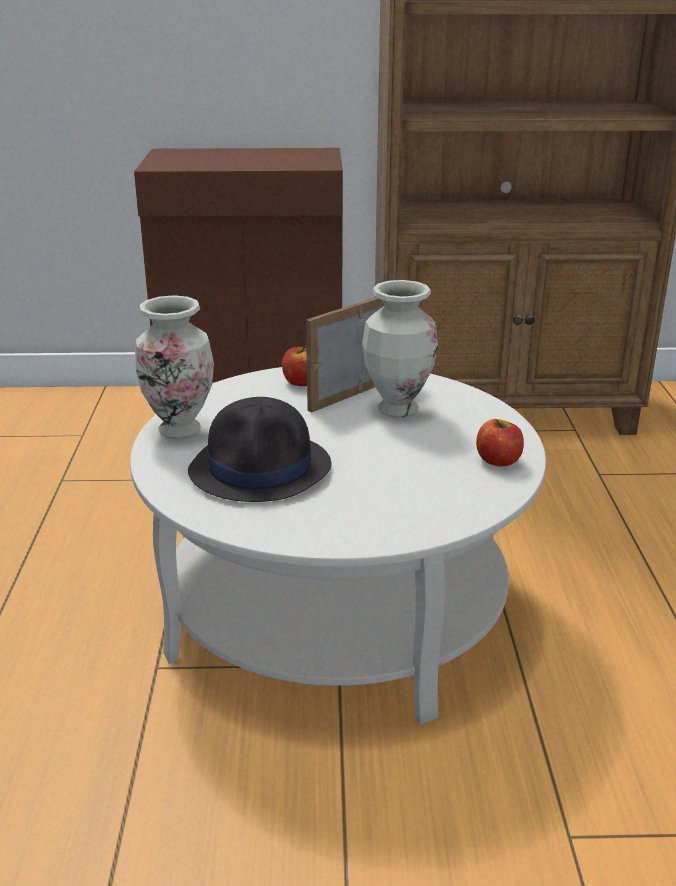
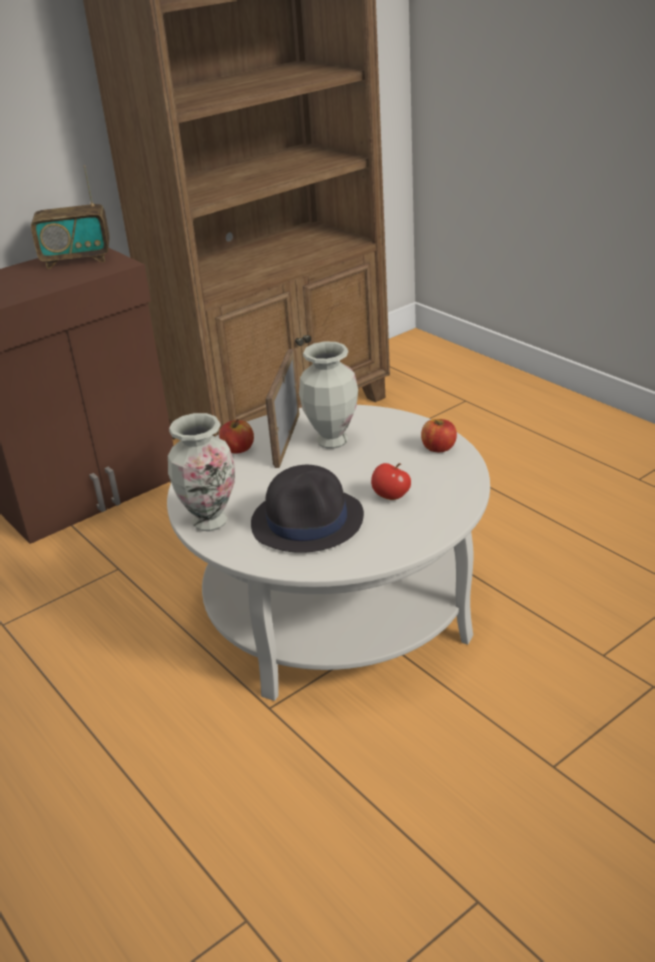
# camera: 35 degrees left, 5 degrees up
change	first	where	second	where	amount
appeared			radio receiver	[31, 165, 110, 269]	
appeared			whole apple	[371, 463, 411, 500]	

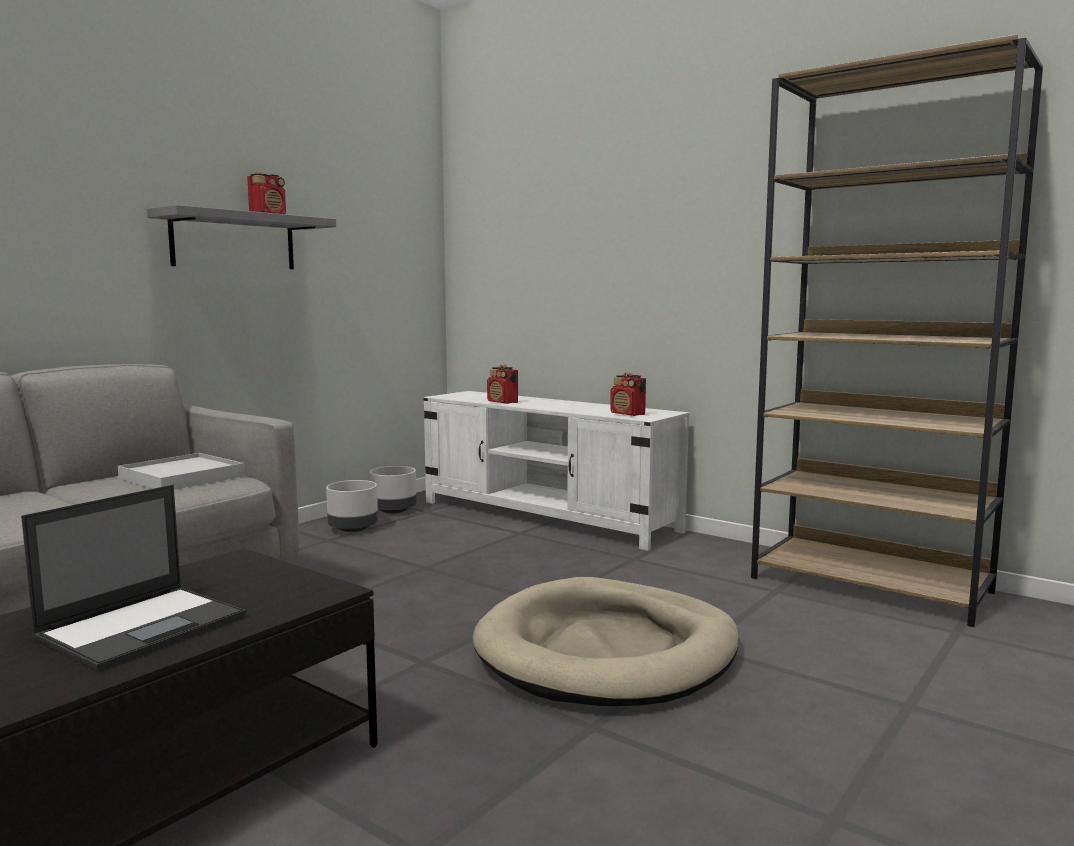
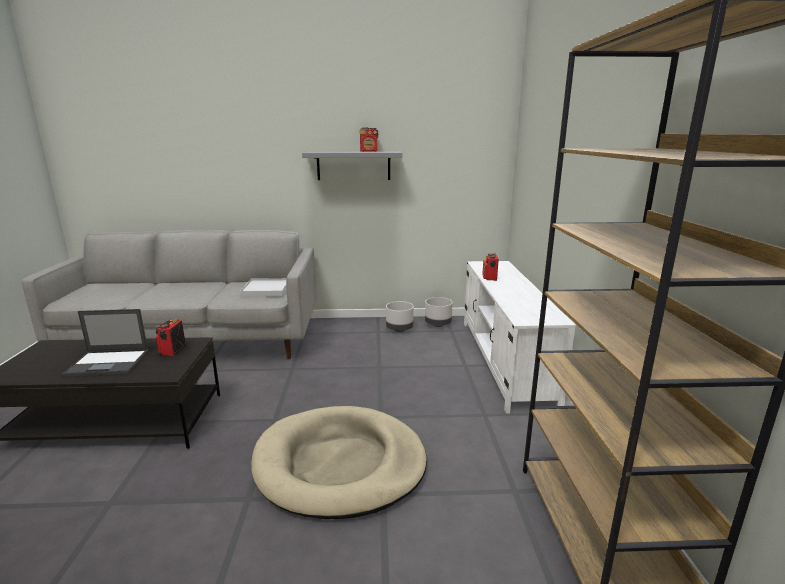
# camera: 50 degrees right, 10 degrees up
change	first	where	second	where	amount
relocated	radio receiver	[610, 372, 646, 416]		[156, 319, 186, 356]	

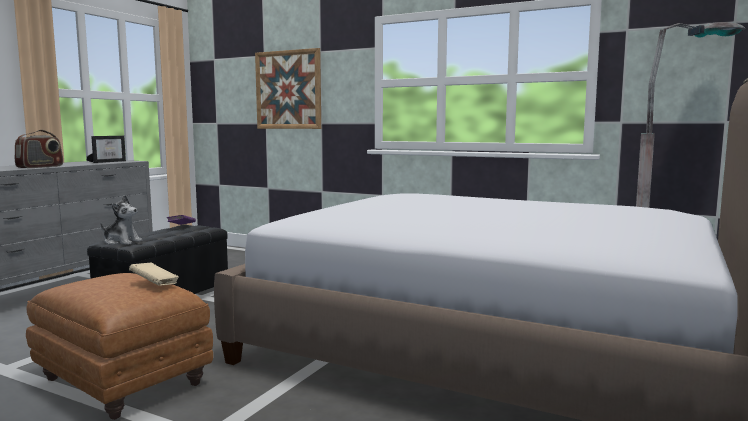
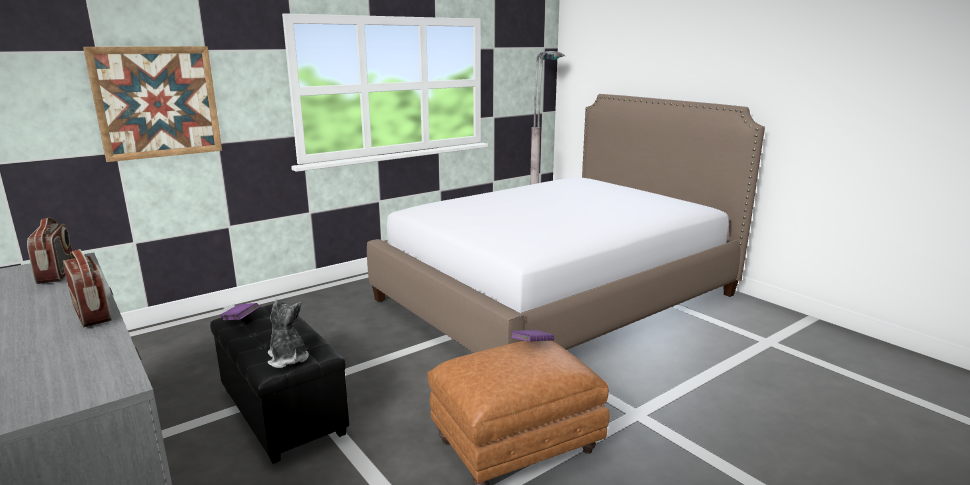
# camera: 65 degrees left, 10 degrees up
change	first	where	second	where	amount
exchanged	photo frame	[87, 136, 126, 163]	radio receiver	[27, 217, 73, 284]	
spun	cuddly toy	[100, 195, 142, 245]		[268, 299, 309, 368]	75 degrees counterclockwise
colour	sand-coloured book	[129, 263, 179, 286]	purplish book	[511, 330, 554, 341]	

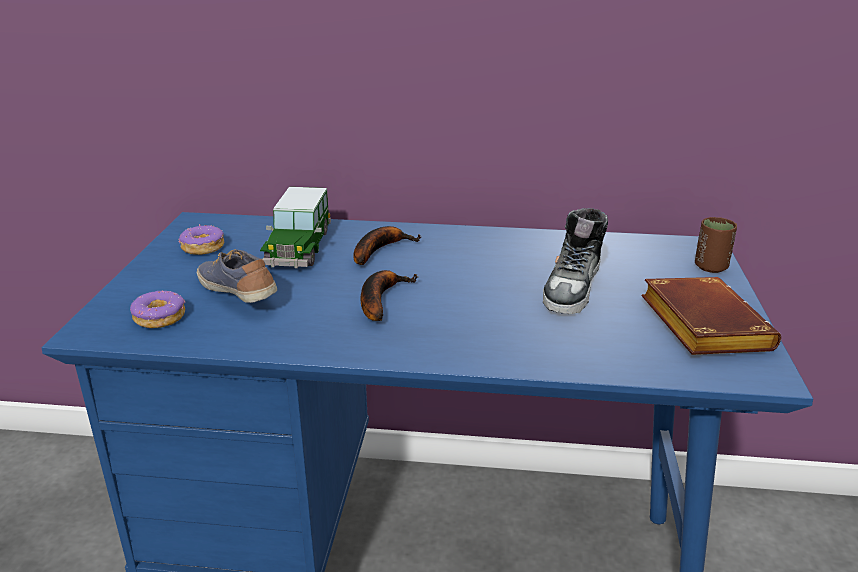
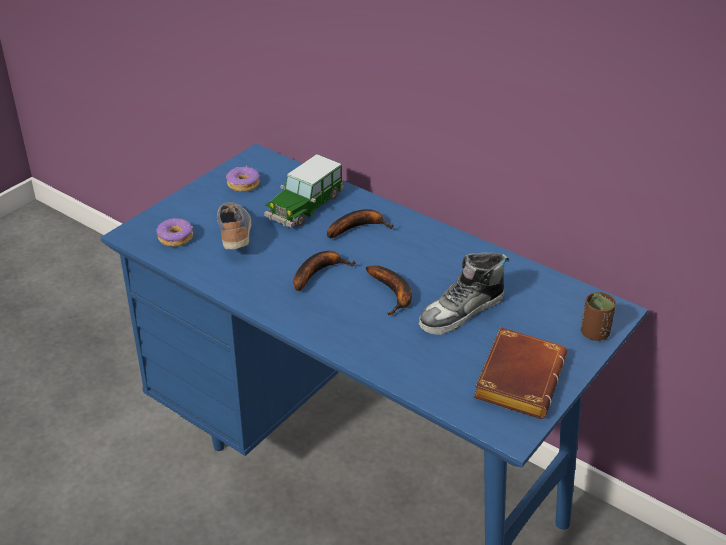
# camera: 30 degrees right, 10 degrees up
change	first	where	second	where	amount
appeared			banana	[366, 265, 412, 315]	

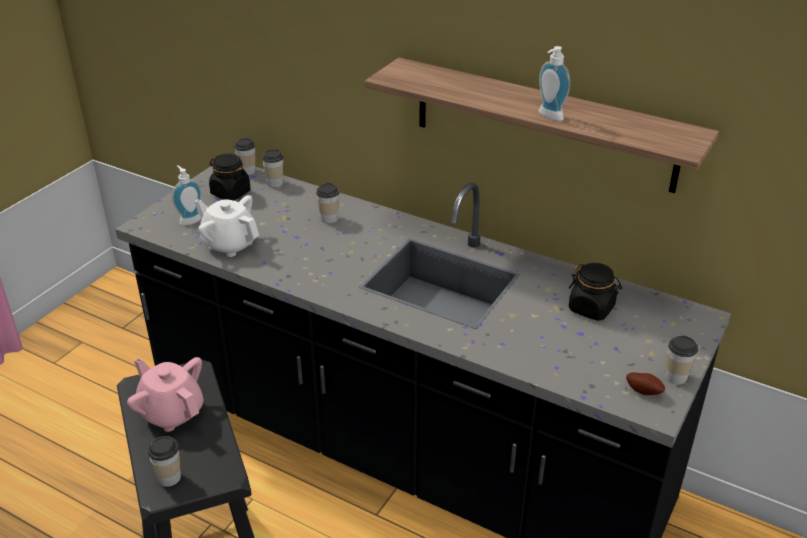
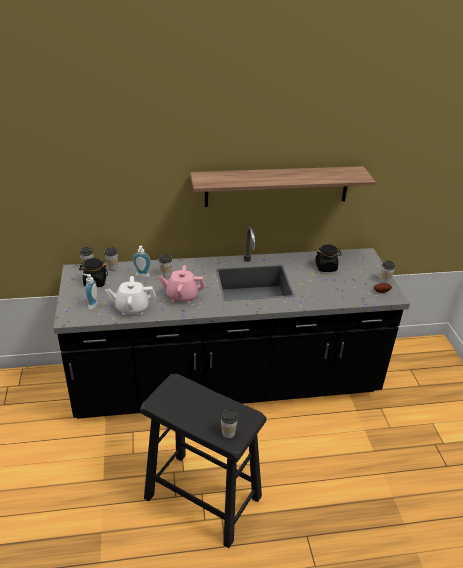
# camera: 40 degrees left, 0 degrees up
change	first	where	second	where	amount
relocated	liquid soap bottle	[539, 46, 570, 121]		[133, 246, 151, 278]	
relocated	pink pot for tea	[127, 357, 204, 432]		[158, 265, 206, 303]	

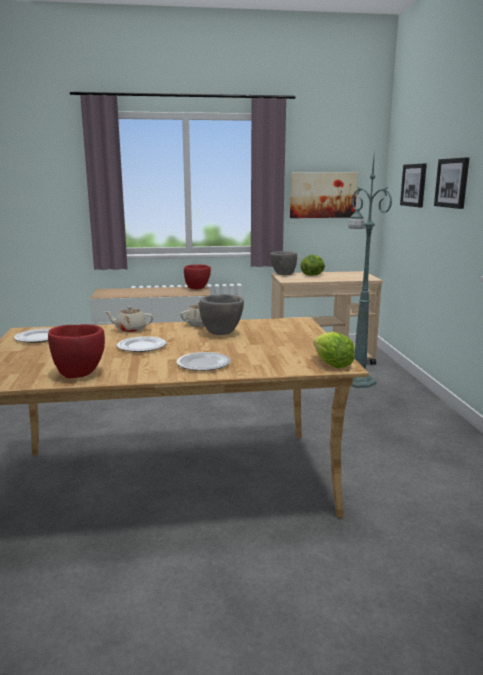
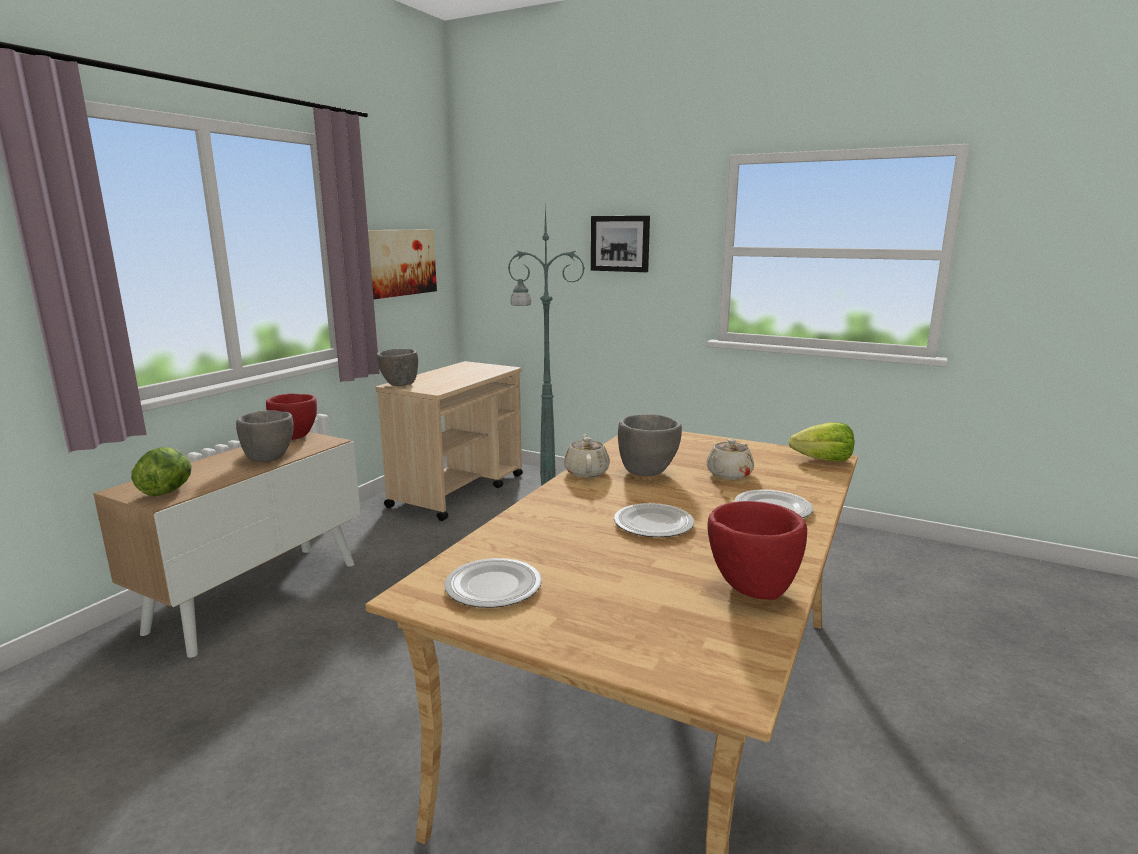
# camera: 55 degrees left, 0 degrees up
change	first	where	second	where	amount
relocated	lettuce	[300, 255, 325, 276]		[131, 447, 192, 496]	
appeared			greyish serving bowl	[236, 410, 294, 462]	
relocated	sand-coloured pot for tea	[104, 306, 154, 333]		[706, 439, 754, 480]	
missing	wall picture	[400, 164, 427, 207]			

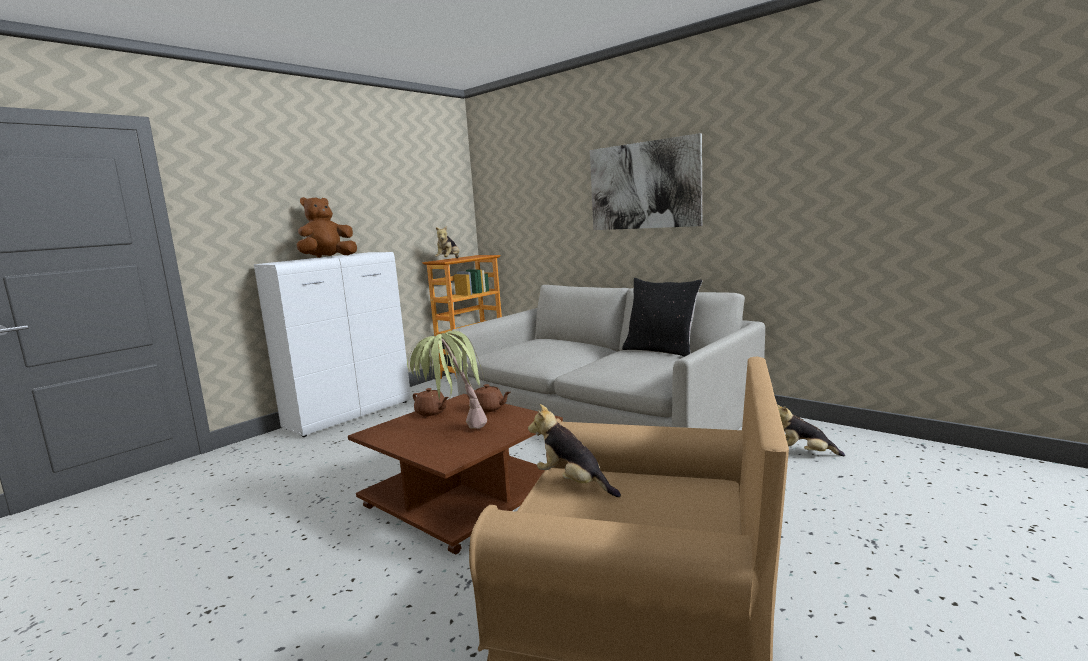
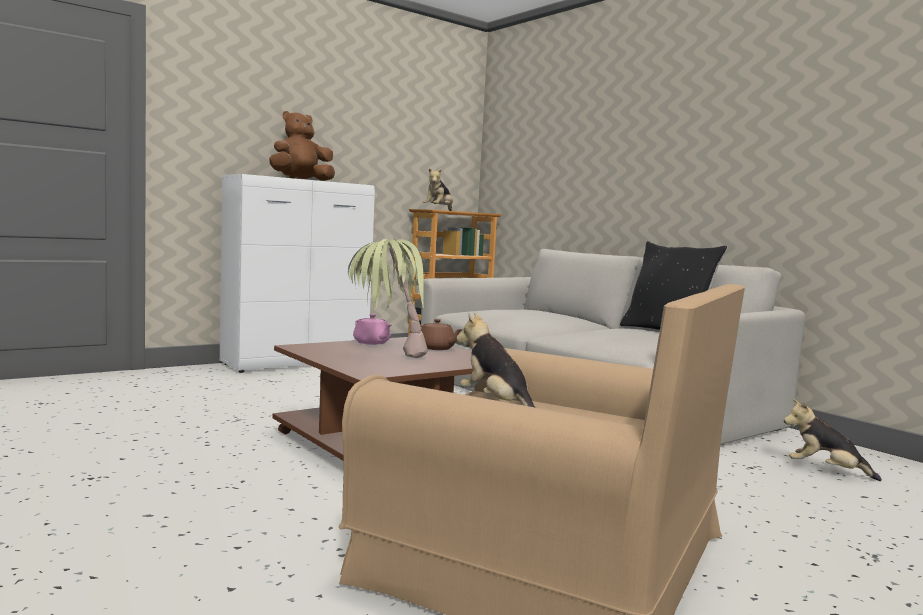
# camera: 10 degrees right, 5 degrees down
change	first	where	second	where	amount
colour	brown-coloured pot for tea	[413, 388, 449, 416]	pink pot for tea	[353, 314, 392, 345]	
missing	wall picture	[590, 133, 703, 230]			

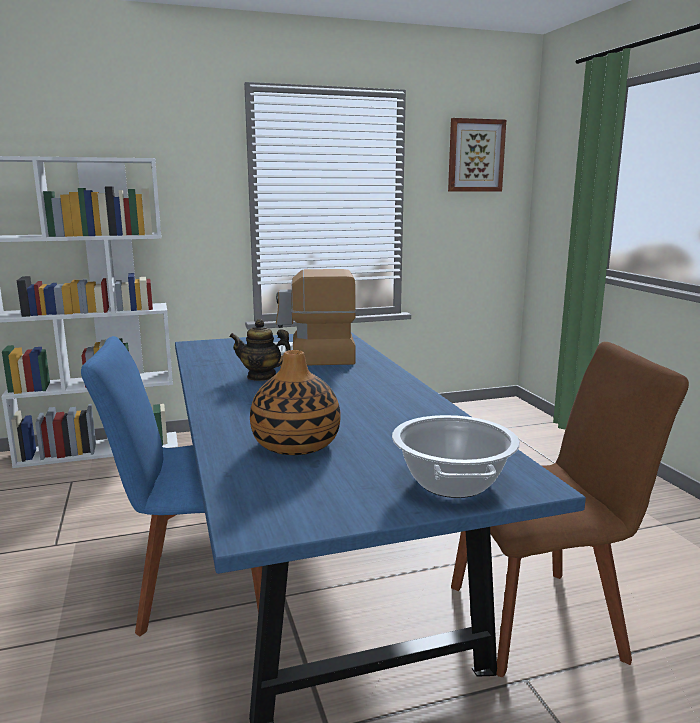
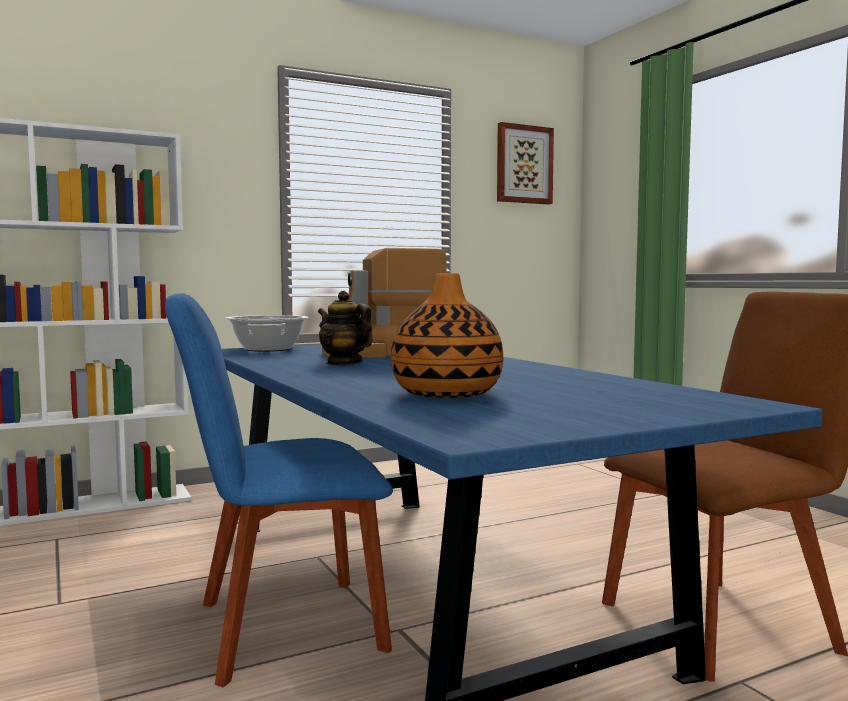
# camera: 10 degrees left, 10 degrees down
change	first	where	second	where	amount
relocated	cooking pot	[392, 415, 520, 498]		[226, 315, 309, 352]	
spun	pot for tea	[229, 319, 291, 381]		[318, 291, 373, 365]	45 degrees clockwise

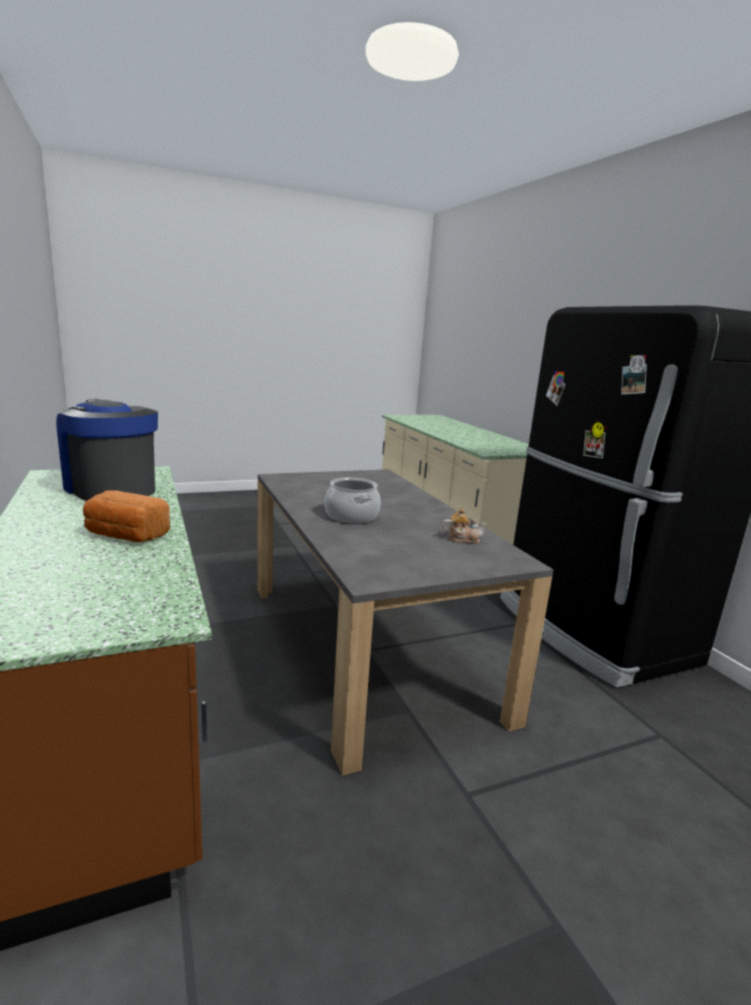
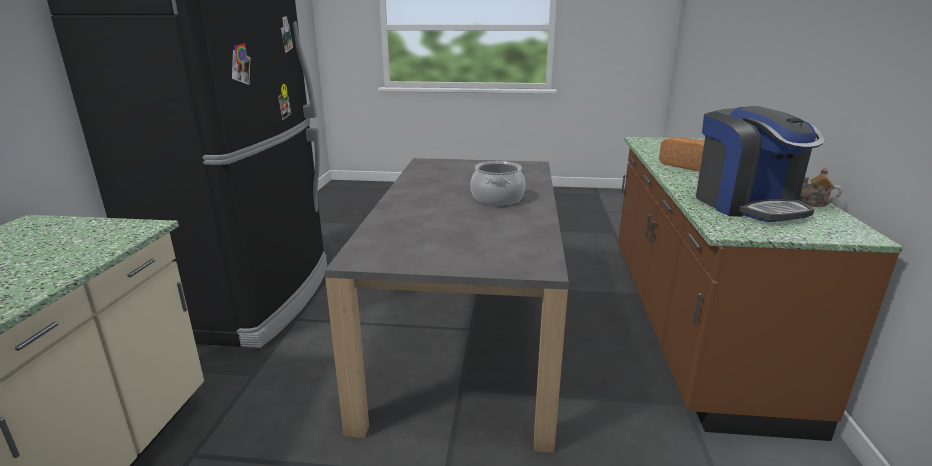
# camera: 150 degrees left, 5 degrees up
change	first	where	second	where	amount
relocated	pot for tea	[442, 508, 487, 544]		[799, 168, 842, 207]	

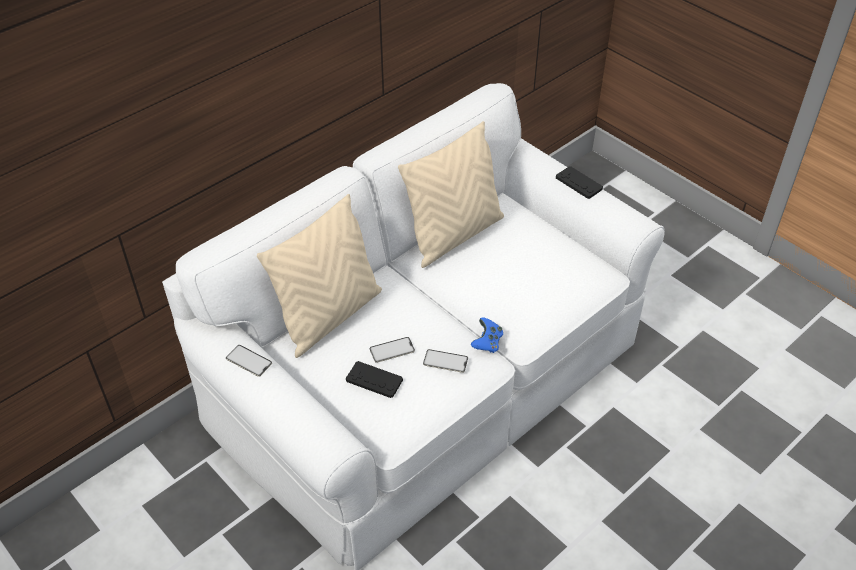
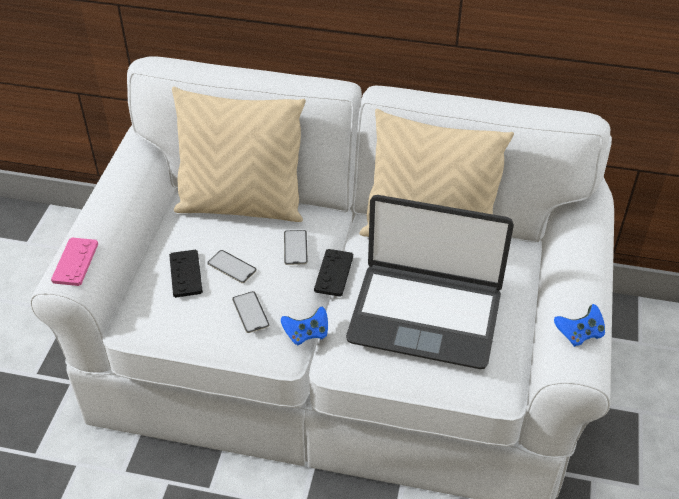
# camera: 55 degrees right, 0 degrees up
change	first	where	second	where	amount
appeared			pink gamepad	[51, 237, 98, 286]	
relocated	telephone	[226, 345, 272, 377]		[284, 230, 308, 265]	
relocated	black-coloured gamepad	[556, 166, 603, 199]		[314, 249, 353, 297]	
appeared			portable computer	[346, 195, 514, 369]	
appeared			bluish gamepad	[554, 304, 605, 347]	

